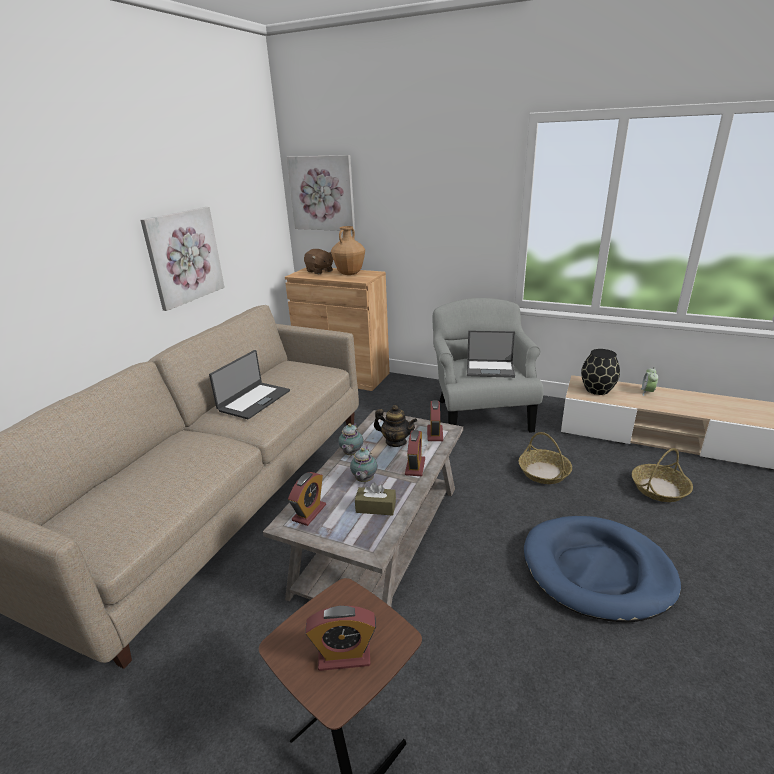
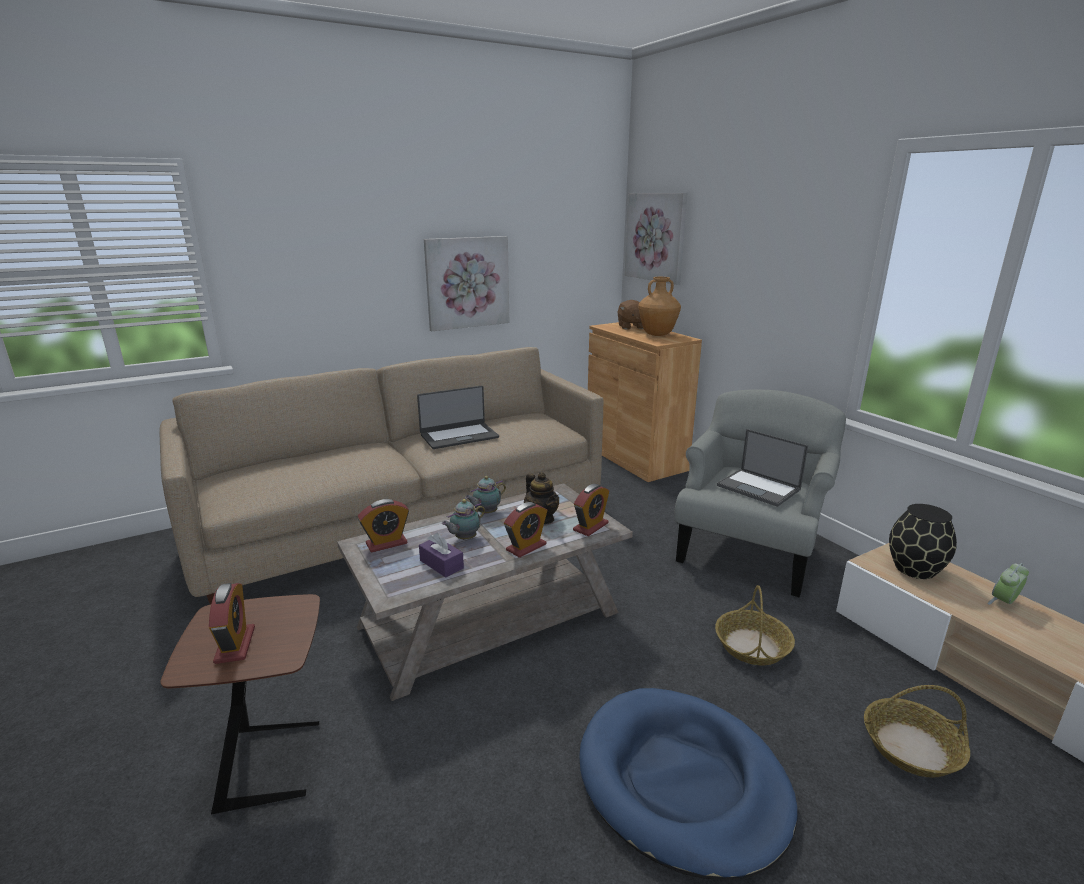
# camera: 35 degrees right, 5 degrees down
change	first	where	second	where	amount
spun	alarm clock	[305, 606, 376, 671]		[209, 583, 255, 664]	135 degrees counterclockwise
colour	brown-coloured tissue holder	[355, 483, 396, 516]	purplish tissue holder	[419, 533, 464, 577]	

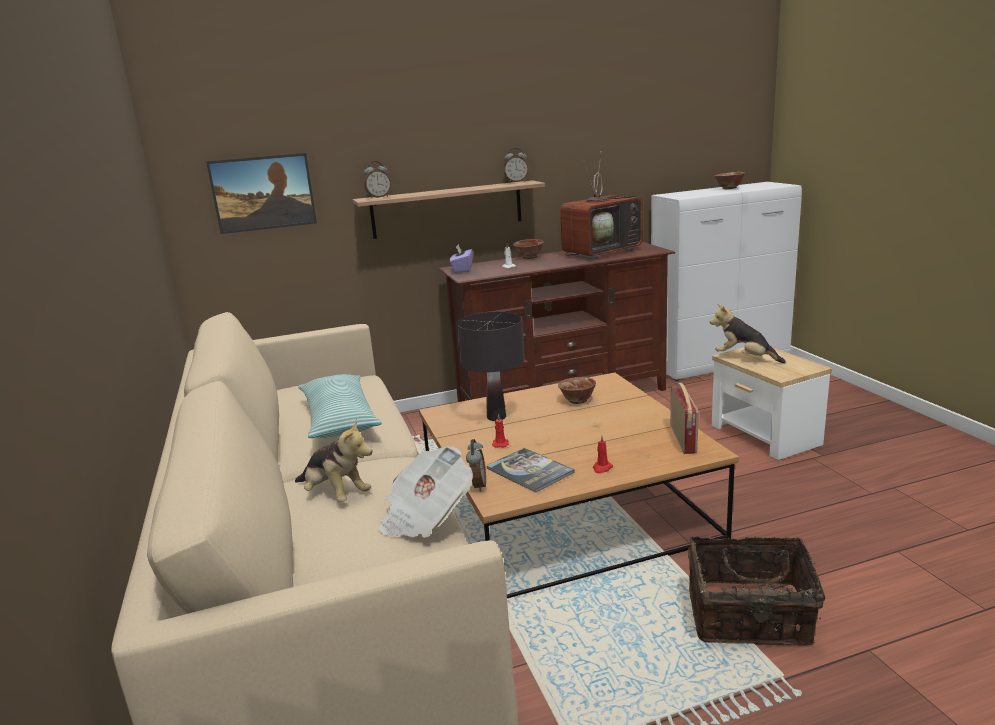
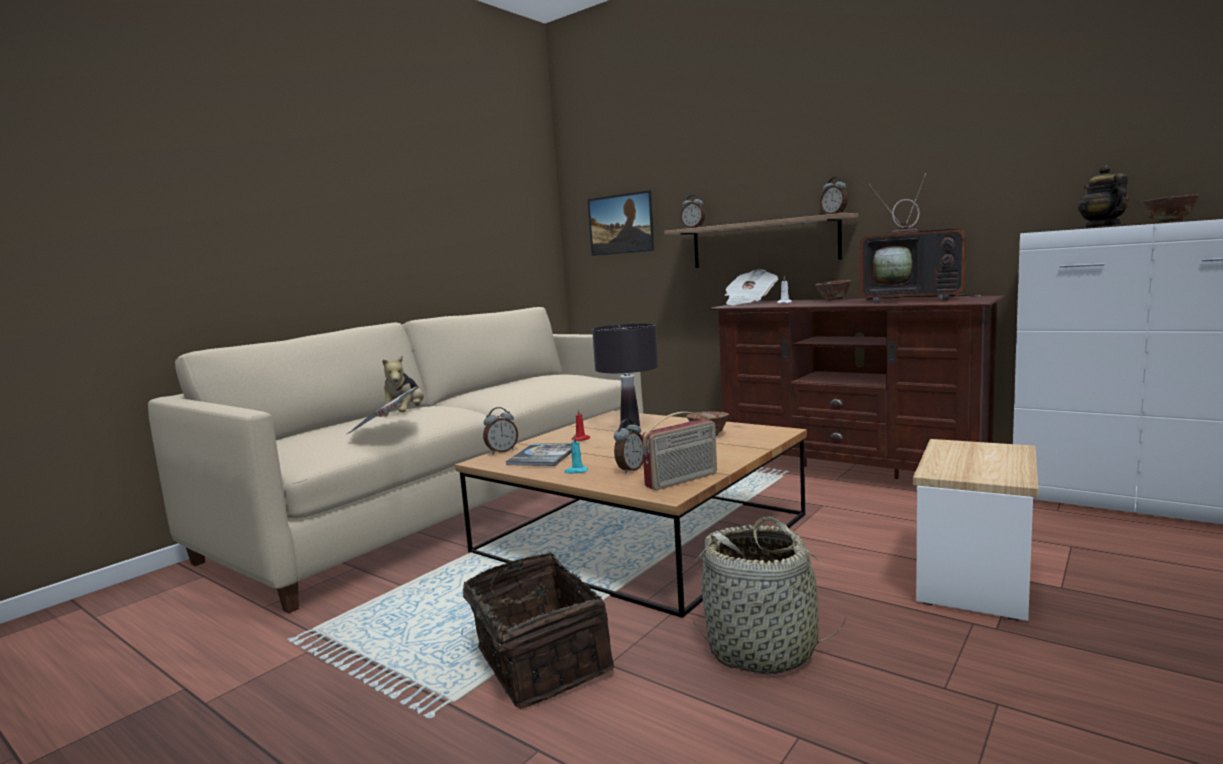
# camera: 55 degrees right, 10 degrees down
change	first	where	second	where	amount
colour	red candle	[593, 436, 613, 473]	turquoise candle	[565, 434, 588, 474]	
appeared			alarm clock	[614, 419, 643, 474]	
appeared			household basket	[692, 517, 847, 674]	
exchanged	purplish tissue holder	[450, 244, 473, 273]	daily paper	[724, 270, 778, 305]	
appeared			pot for tea	[1078, 165, 1129, 228]	
missing	pillow	[298, 374, 382, 438]			
missing	cuddly toy	[710, 304, 786, 363]			

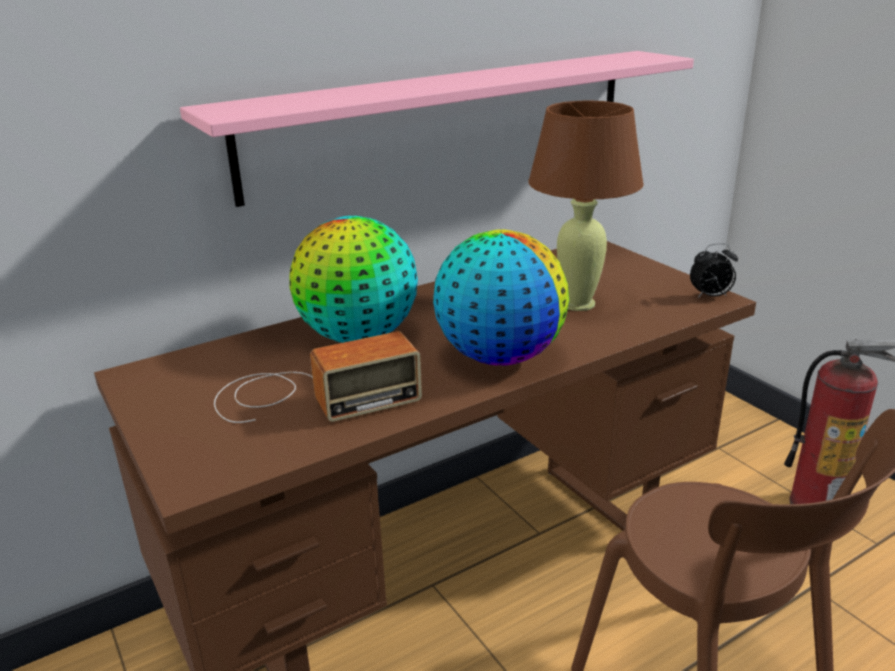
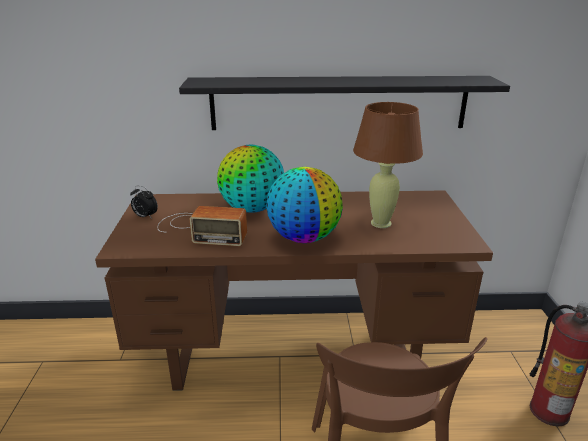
# camera: 30 degrees right, 0 degrees up
change	first	where	second	where	amount
relocated	alarm clock	[690, 243, 738, 298]		[130, 186, 158, 219]	
colour	pink shelf	[180, 51, 694, 207]	black-coloured shelf	[179, 76, 510, 130]	

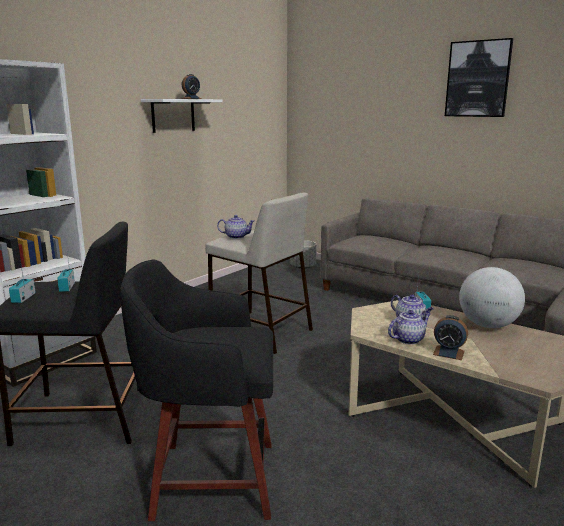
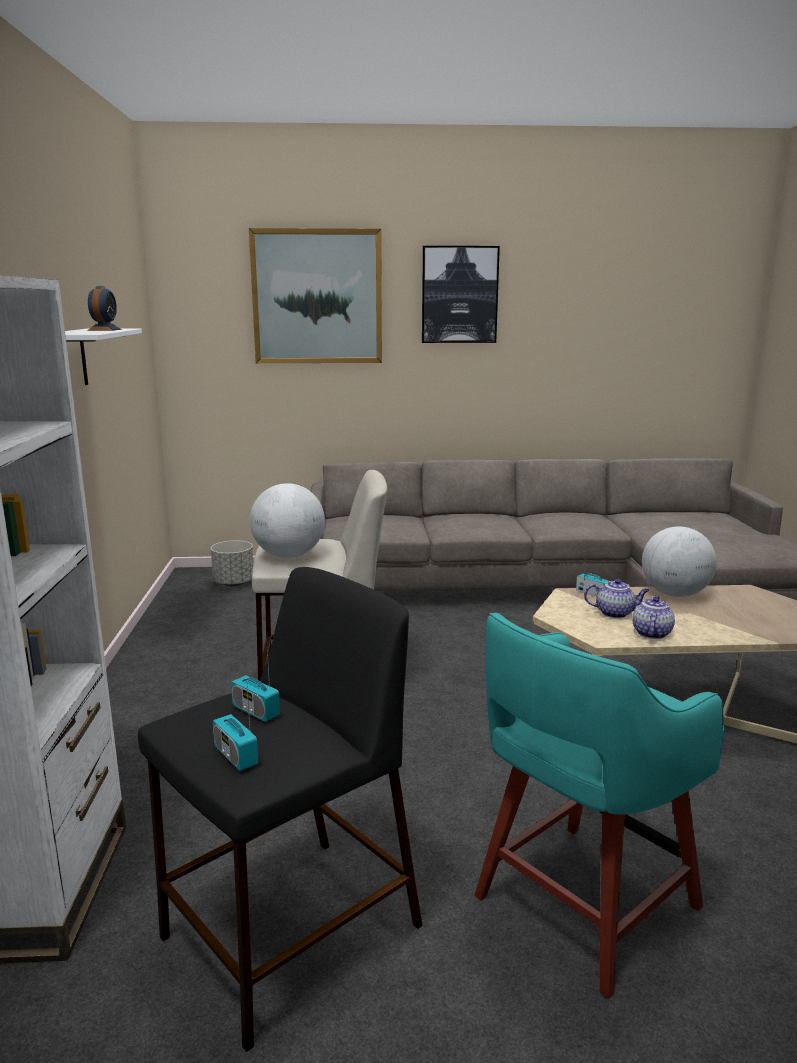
# camera: 40 degrees left, 0 degrees up
change	first	where	second	where	amount
appeared			wall picture	[249, 228, 382, 363]	
exchanged	pot for tea	[217, 215, 255, 239]	desk globe	[250, 483, 325, 558]	
colour	black-coloured stool seat	[120, 259, 273, 521]	turquoise stool seat	[474, 613, 725, 999]	
missing	alarm clock	[433, 315, 468, 360]			

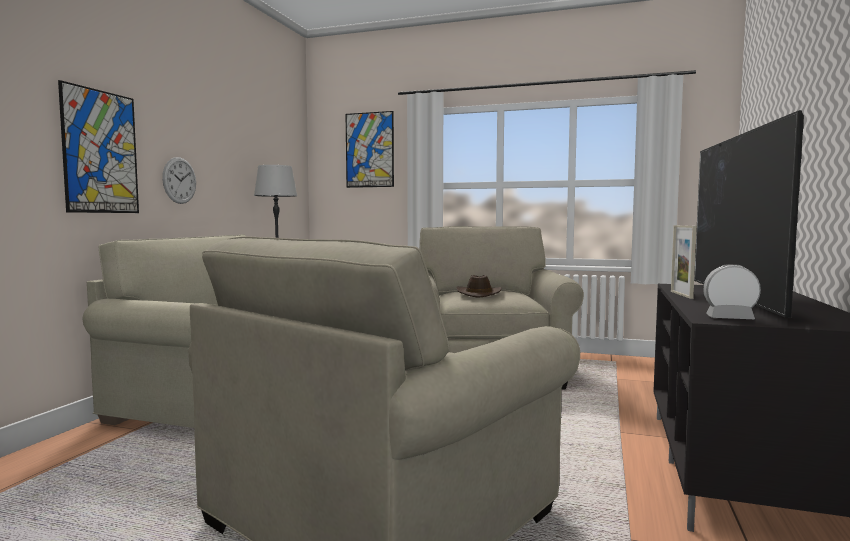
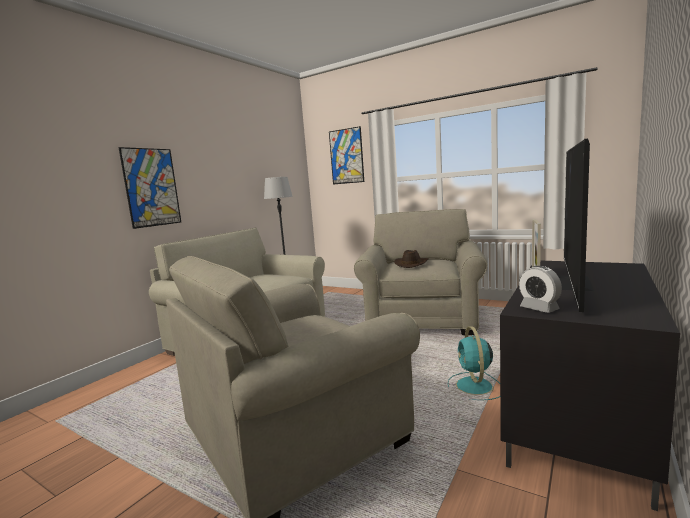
# camera: 15 degrees right, 5 degrees up
change	first	where	second	where	amount
appeared			turquoise electric fan	[448, 326, 500, 400]	
spun	alarm clock	[703, 264, 761, 319]		[519, 266, 562, 313]	150 degrees counterclockwise
missing	clock on the wall	[162, 157, 196, 204]			

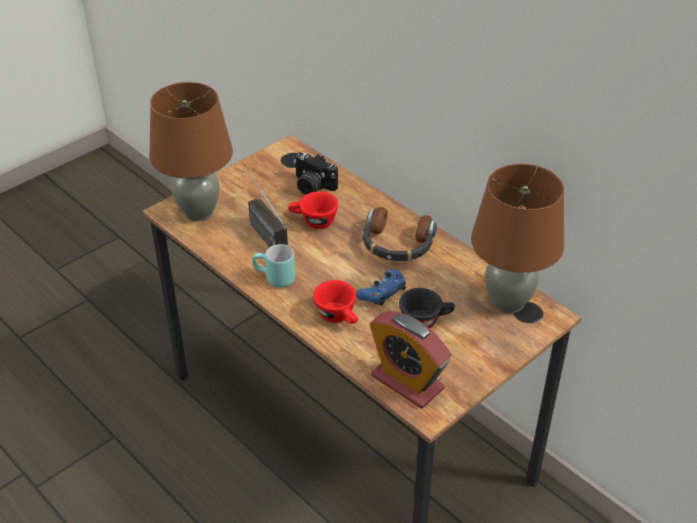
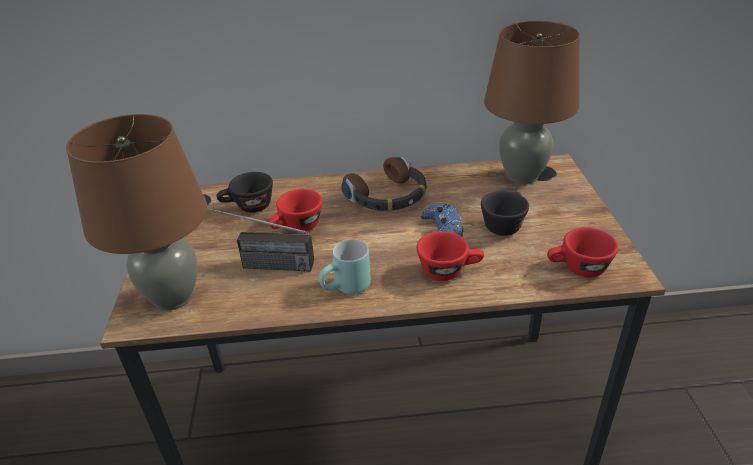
# camera: 50 degrees left, 5 degrees down
change	first	where	second	where	amount
exchanged	still camera	[294, 152, 338, 195]	black-coloured cup	[217, 172, 273, 213]	
exchanged	alarm clock	[370, 311, 451, 409]	red cup	[547, 227, 618, 277]	

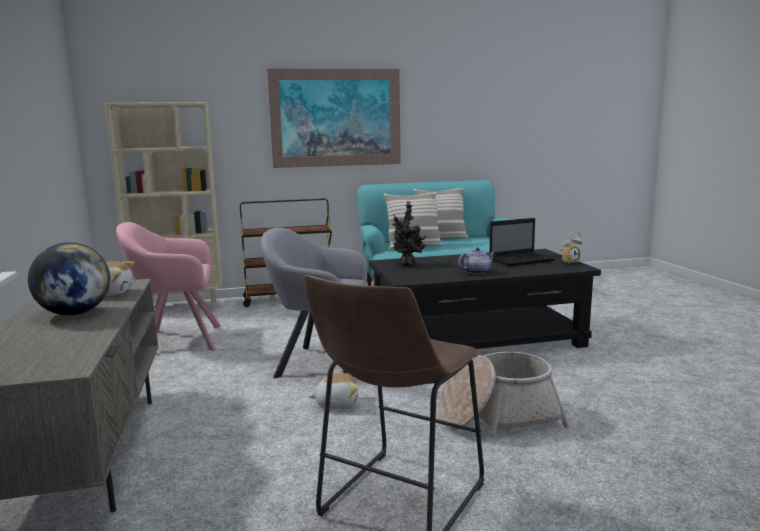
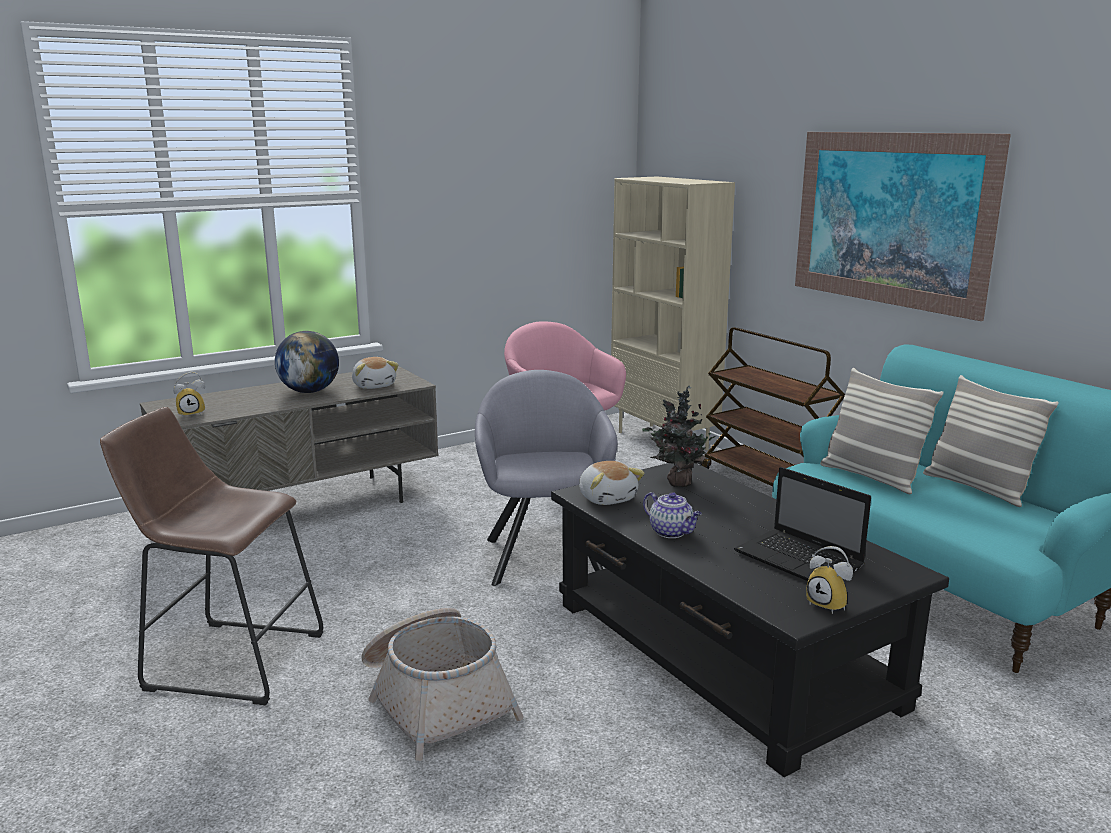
# camera: 70 degrees right, 5 degrees up
change	first	where	second	where	amount
appeared			alarm clock	[173, 372, 205, 417]	
relocated	cuddly toy	[309, 373, 358, 409]		[579, 461, 645, 505]	

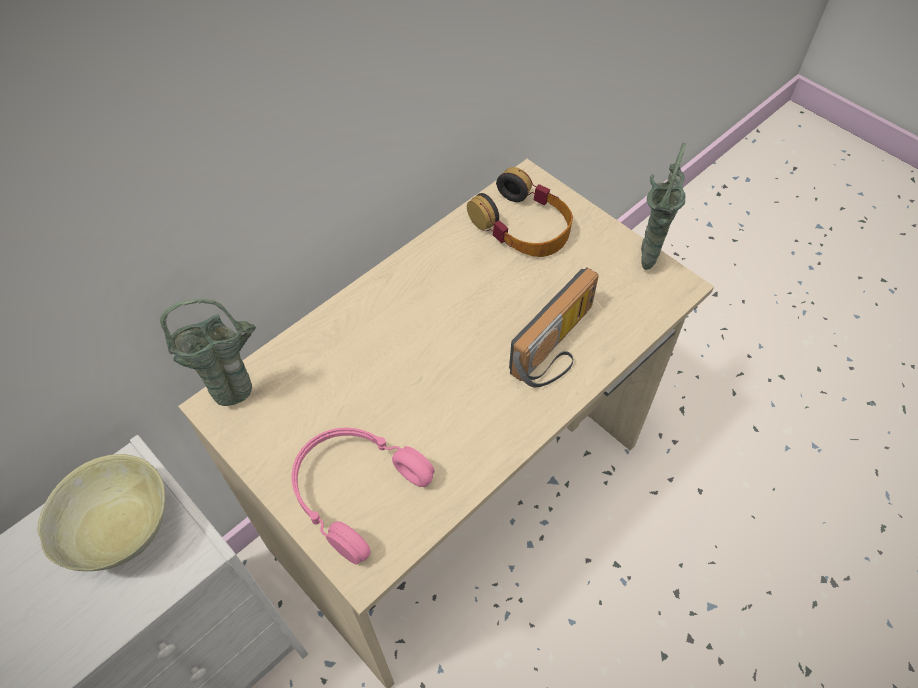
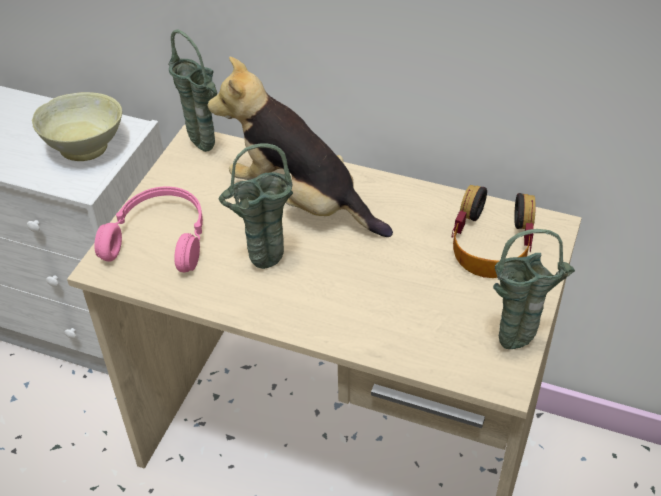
# camera: 65 degrees right, 10 degrees down
change	first	where	second	where	amount
appeared			cuddly toy	[207, 57, 393, 237]	
appeared			green-coloured decorative vase	[218, 143, 293, 269]	
missing	radio receiver	[509, 267, 599, 388]			

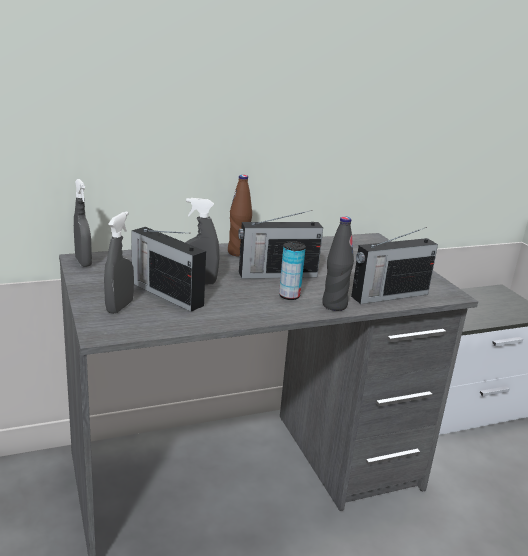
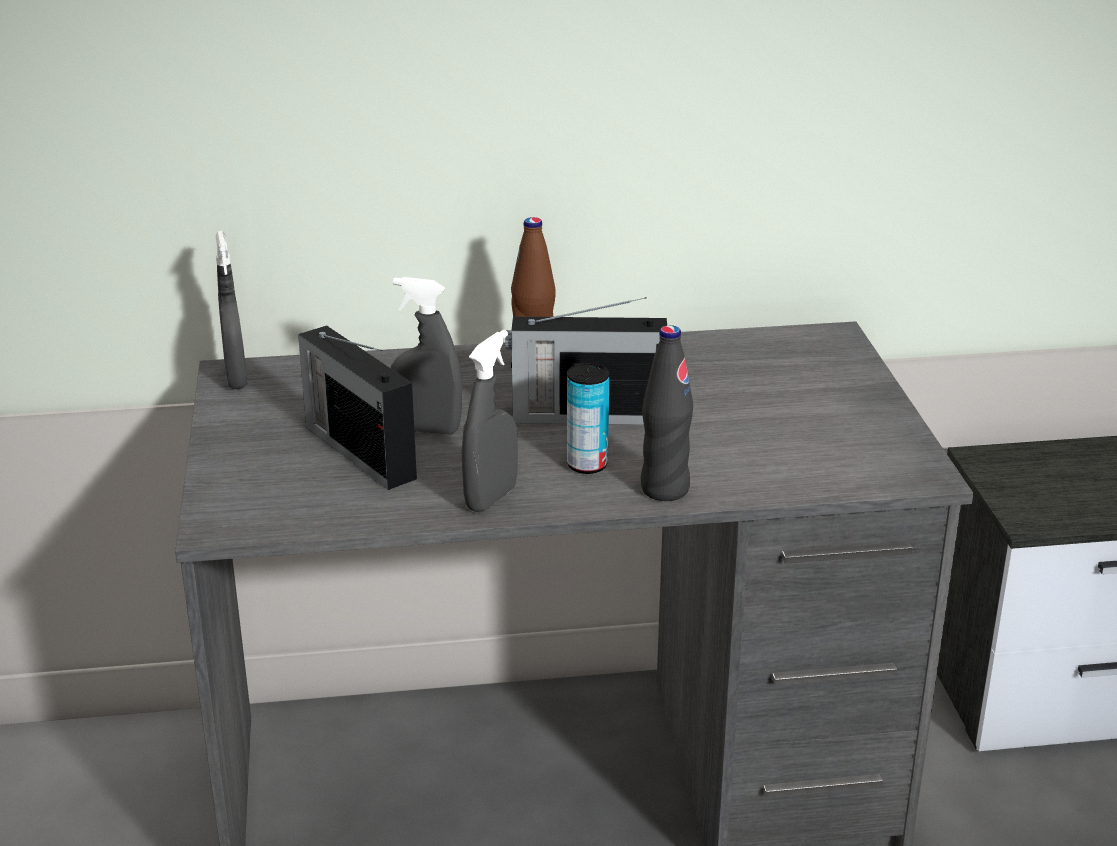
# camera: 15 degrees right, 5 degrees up
change	first	where	second	where	amount
relocated	greyish hand sprayer	[104, 211, 134, 314]		[462, 330, 518, 512]	
missing	radio receiver	[351, 227, 438, 304]			

